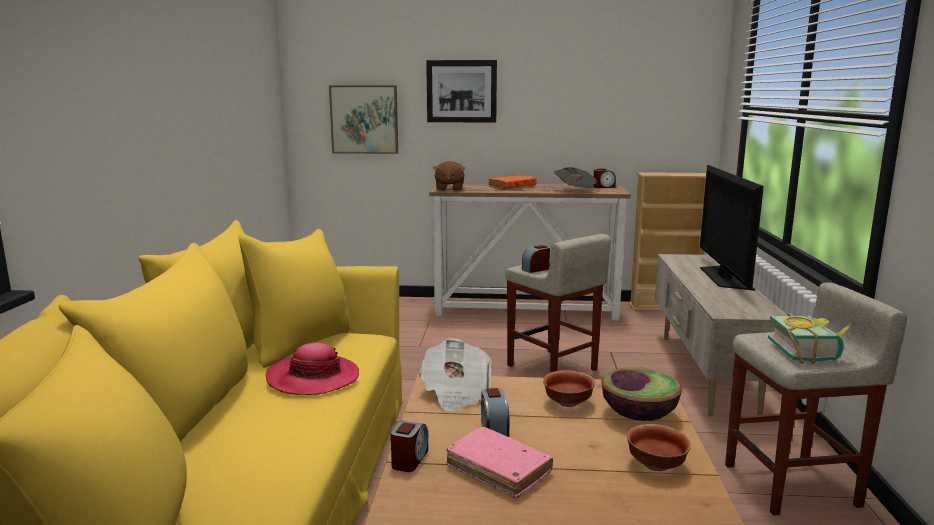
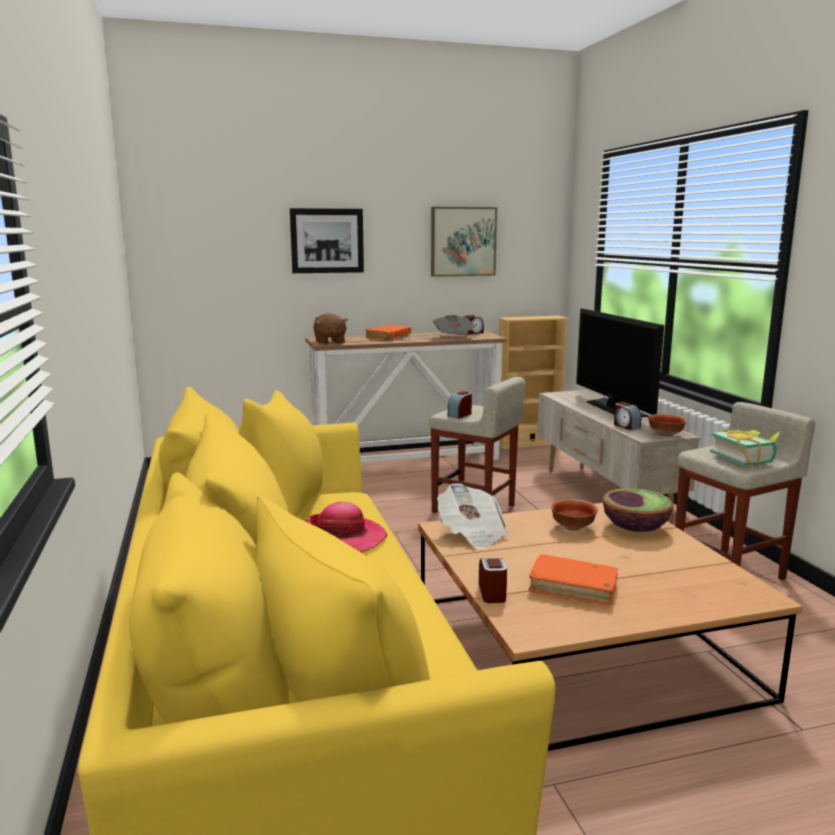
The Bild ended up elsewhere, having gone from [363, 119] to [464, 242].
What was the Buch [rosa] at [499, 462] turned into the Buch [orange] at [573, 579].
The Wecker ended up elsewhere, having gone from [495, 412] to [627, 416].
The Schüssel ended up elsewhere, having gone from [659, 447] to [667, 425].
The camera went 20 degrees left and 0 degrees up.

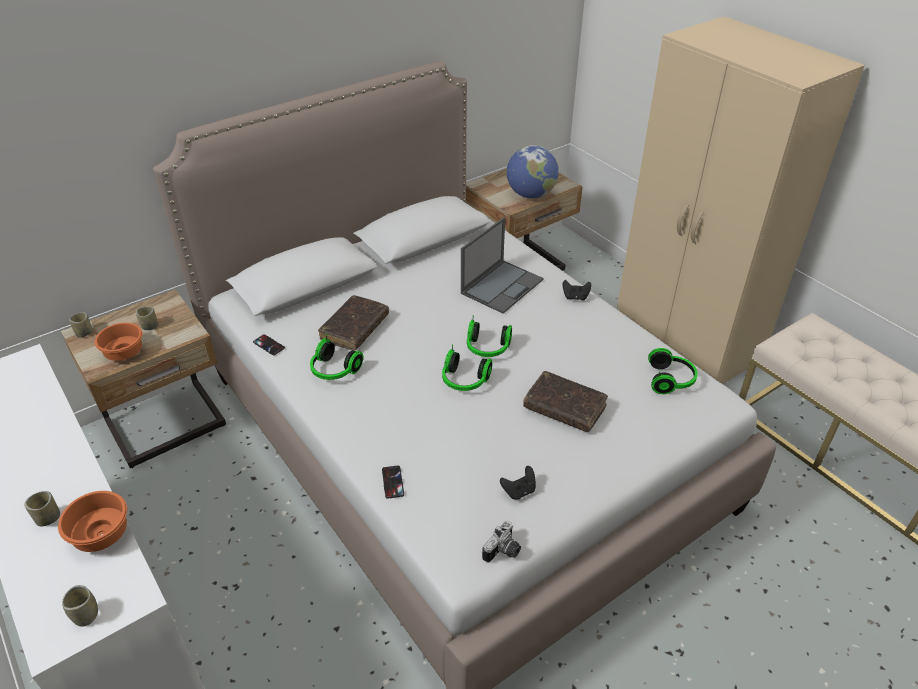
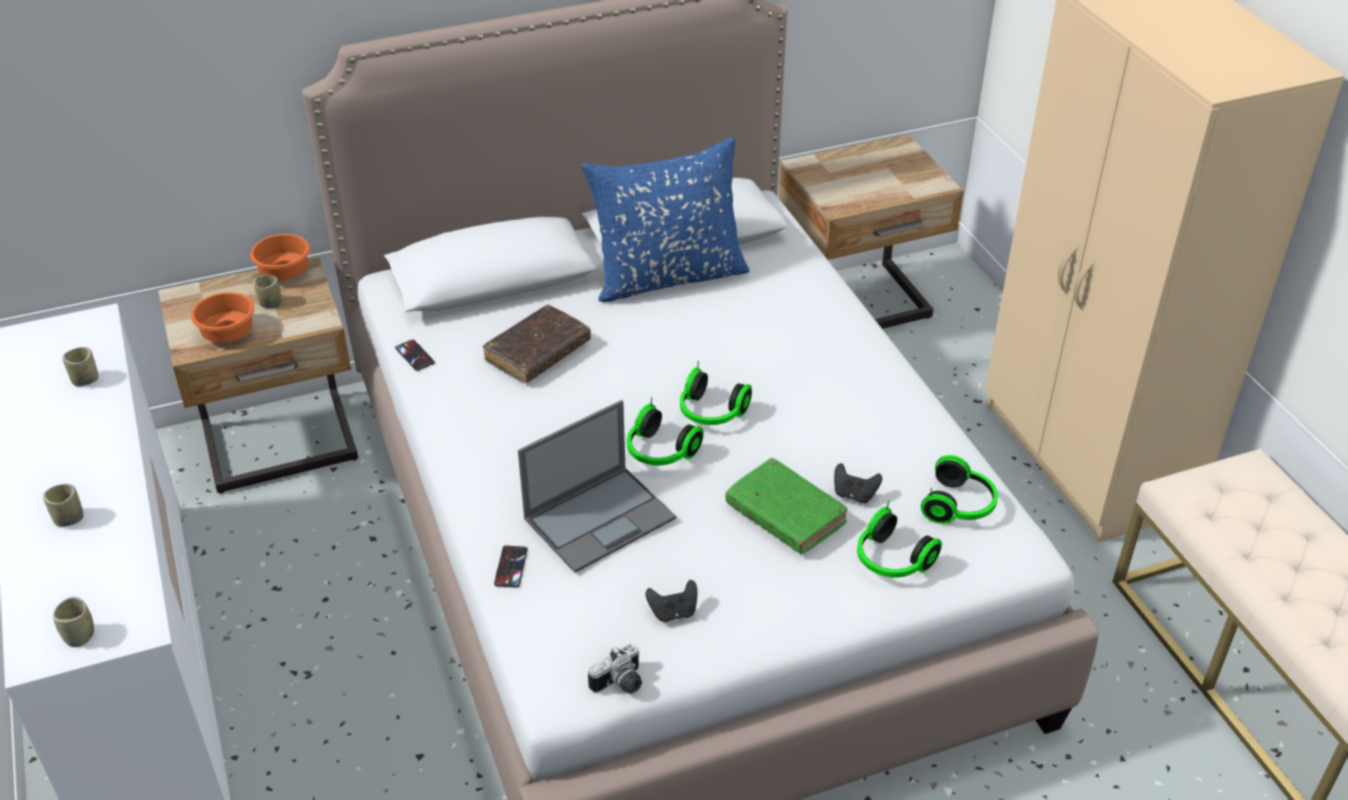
The Tasse ended up elsewhere, having gone from [81, 325] to [80, 367].
The Schüssel [orange] ended up elsewhere, having gone from [92, 521] to [280, 257].
The Laptop ended up elsewhere, having gone from [502, 265] to [597, 486].
The second view gained the Kissen [blau] at [665, 219].
What was the Buch [braun] at [565, 402] turned into the Buch [grün] at [787, 506].
The Gamepad [schwarz] ended up elsewhere, having gone from [577, 290] to [858, 483].
The Kopfhörer ended up elsewhere, having gone from [336, 357] to [899, 539].
The second view lost the Globus at [533, 171].
The camera went 15 degrees right and 0 degrees up.

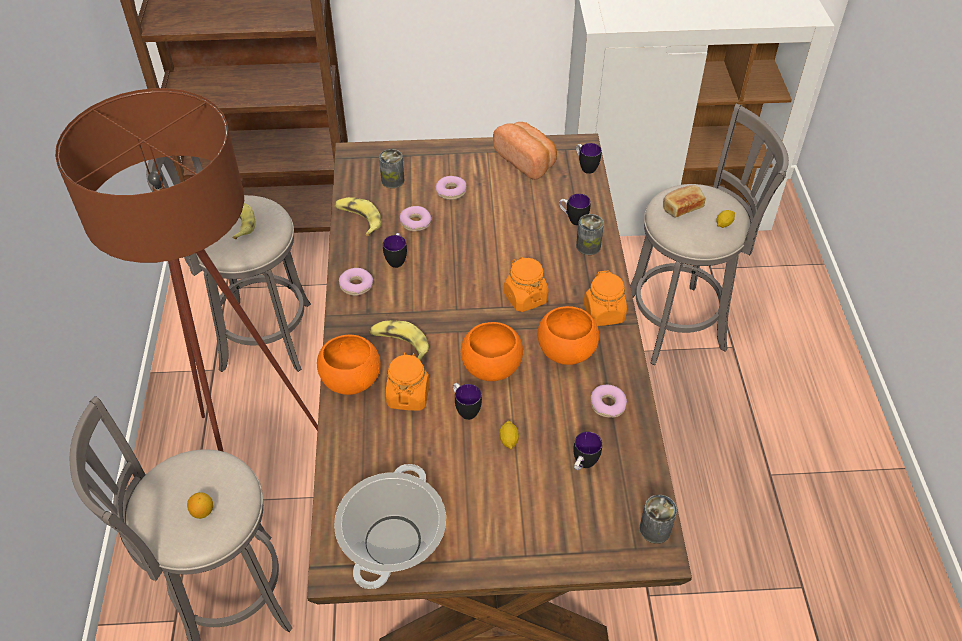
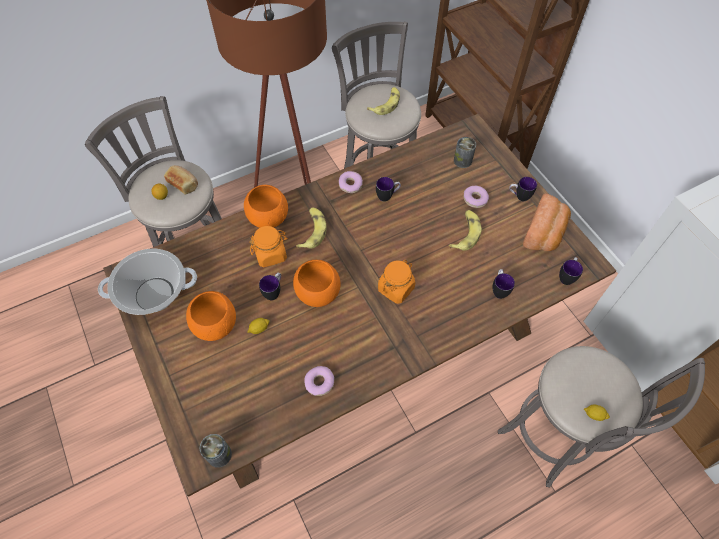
The Brot ended up elsewhere, having gone from [684, 201] to [181, 180].
The Schüssel [orange] ended up elsewhere, having gone from [568, 335] to [211, 316].
The Banane ended up elsewhere, having gone from [358, 216] to [465, 230].
The Henkelbecher ended up elsewhere, having gone from [587, 451] to [523, 189].
The second view lost the Donut at [415, 218].
The second view lost the Dose at [590, 234].
The second view lost the Vorratsglas [orange] at [605, 298].
The camera went 65 degrees right and 10 degrees up.

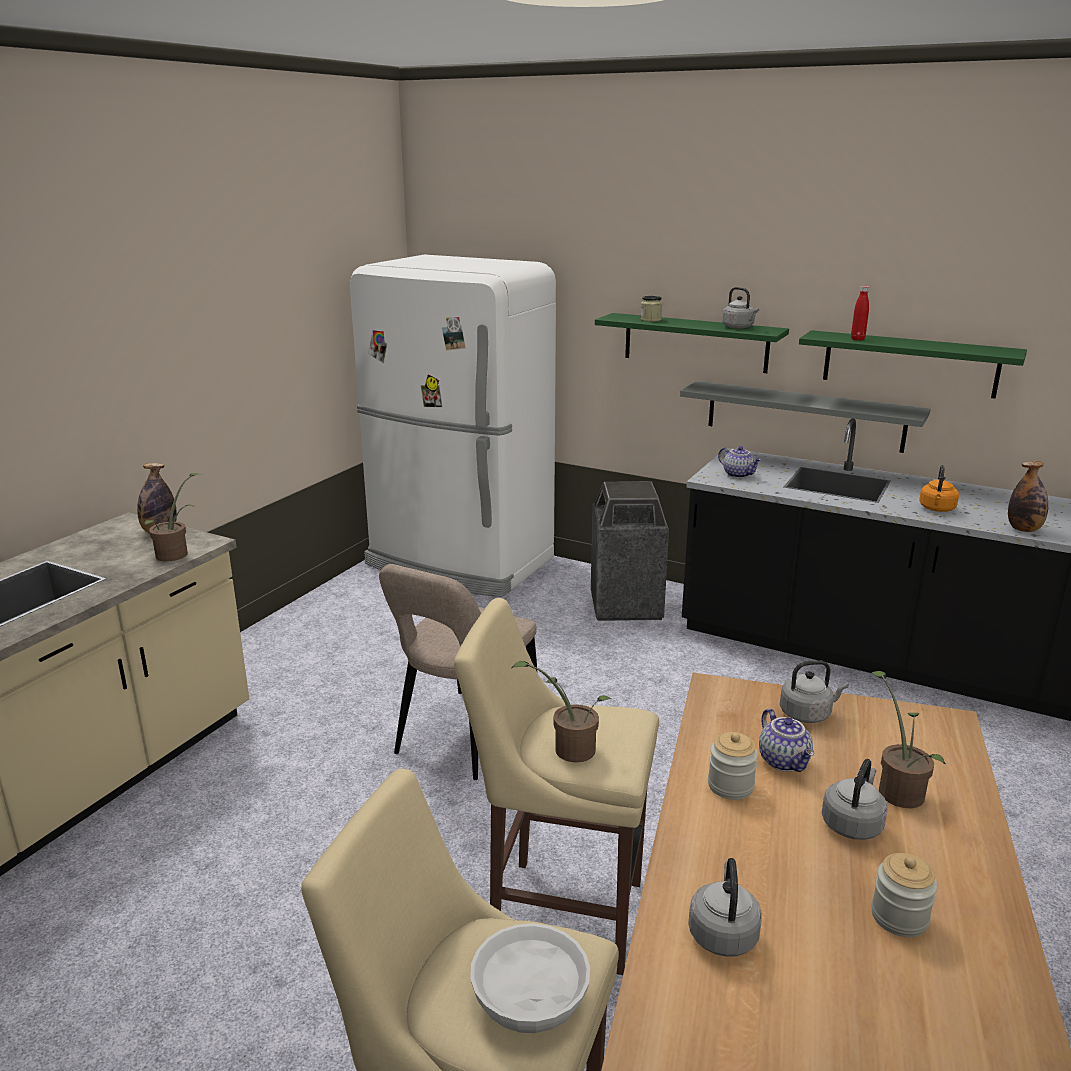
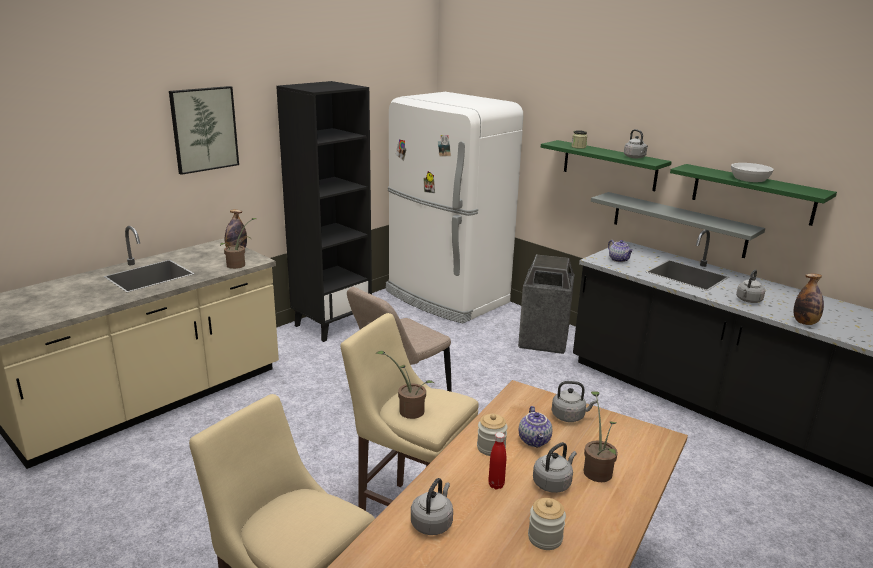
The second view gained the Bild at [204, 130].
The second view gained the Bücherregal [schwarz] at [324, 211].
The Flasche [rot] ended up elsewhere, having gone from [860, 313] to [497, 461].
The Schüssel [weiß] ended up elsewhere, having gone from [530, 978] to [752, 172].
What was the Wasserkessel [orange] at [939, 488] turned into the Wasserkessel [grau] at [750, 286].
The camera went 15 degrees right and 0 degrees up.

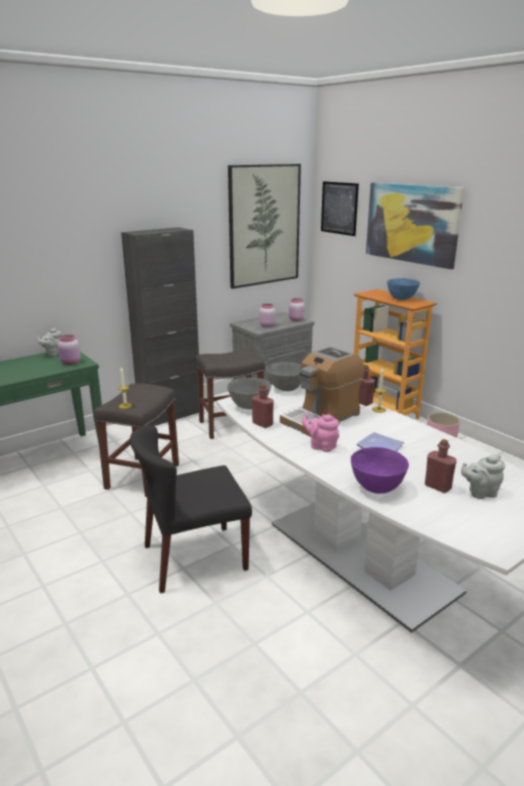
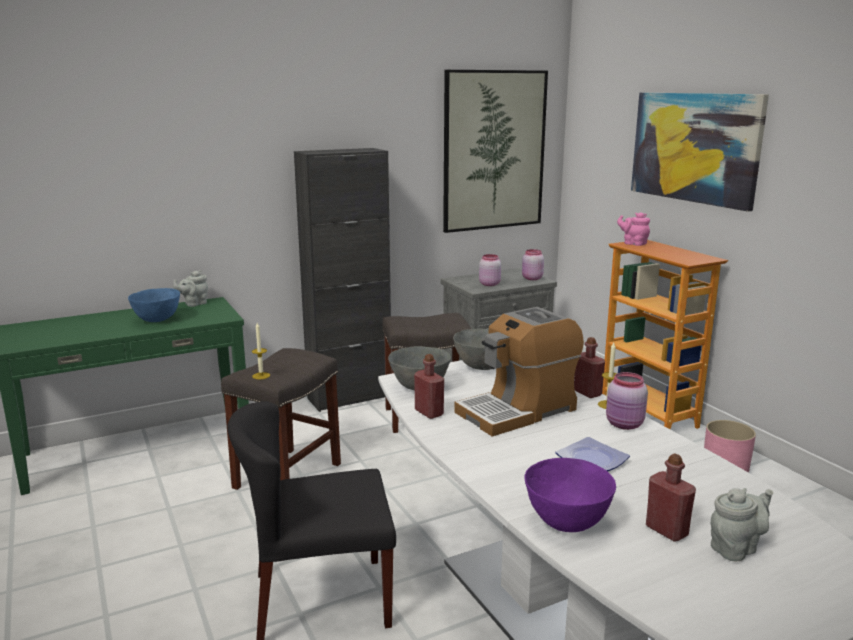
The Schüssel [blau] ended up elsewhere, having gone from [403, 289] to [154, 305].
The Vorratsglas [rosa] ended up elsewhere, having gone from [69, 350] to [627, 401].
The Teekanne [rosa] ended up elsewhere, having gone from [320, 433] to [633, 229].
The Teekanne [grau] at [483, 477] ended up facing another way, 150 degrees clockwise from before.
The second view lost the Bild at [340, 208].
The camera went 10 degrees right and 5 degrees down.

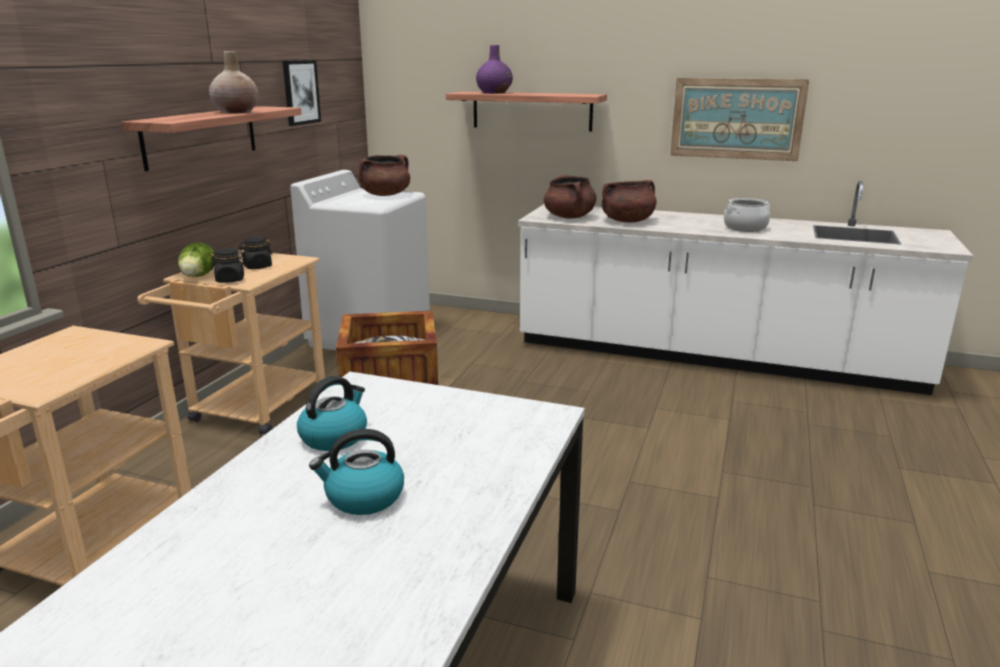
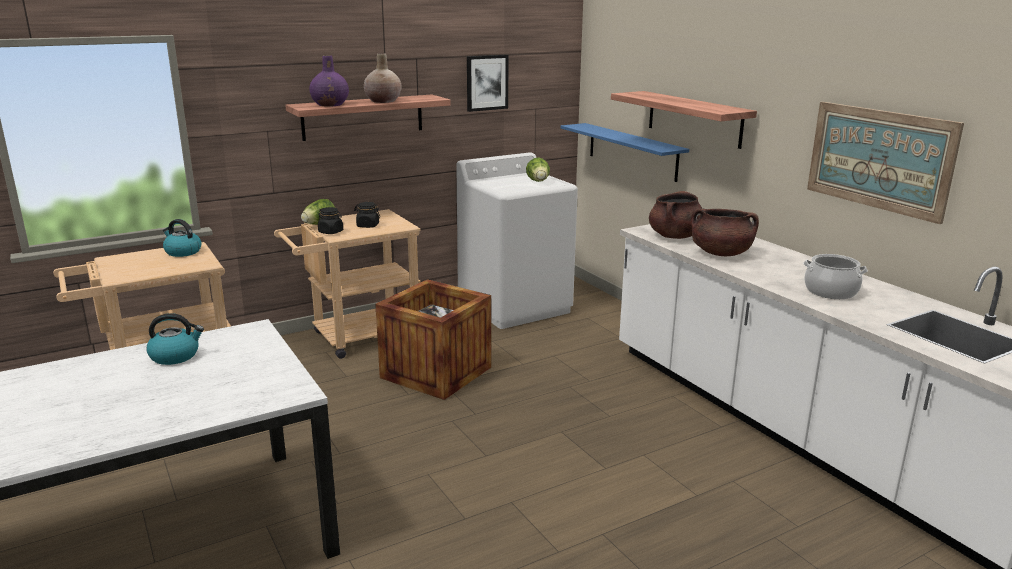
The Wasserkessel ended up elsewhere, having gone from [356, 472] to [182, 238].
The Vase [lila] ended up elsewhere, having gone from [494, 69] to [329, 81].
Where the Kochtopf [braun] stood at [384, 175], the Salatkopf came to stand at [538, 170].
The second view gained the Wandregal [blau] at [624, 152].
The camera went 40 degrees right and 0 degrees up.

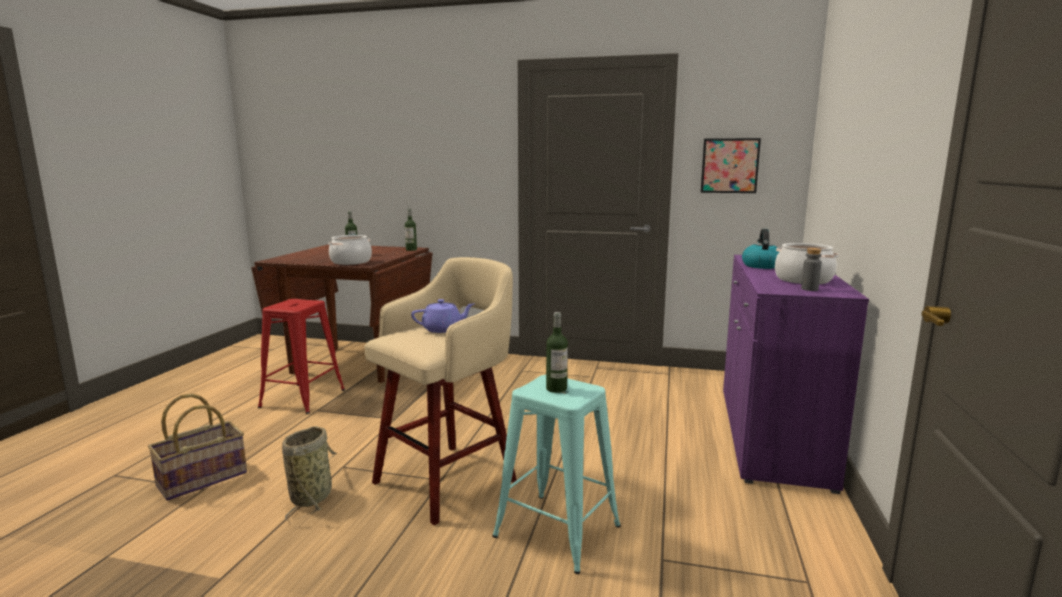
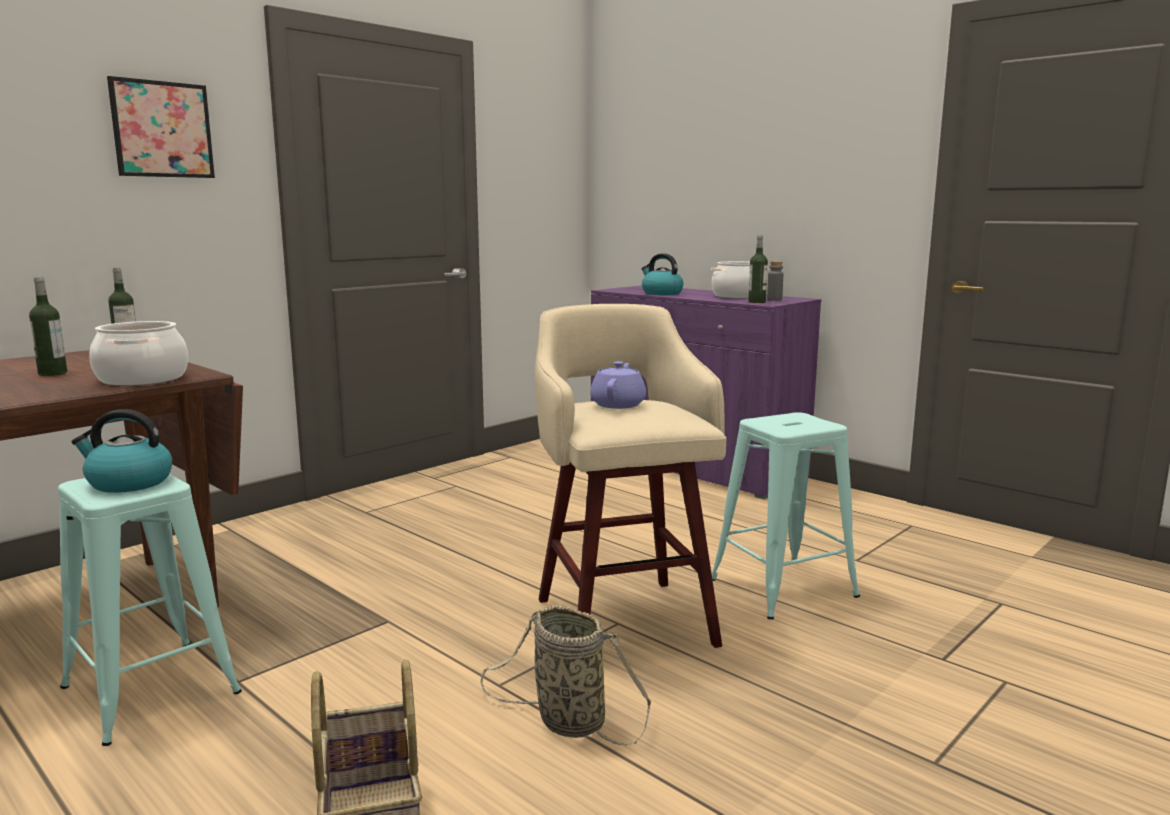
What was the Hocker [rot] at [301, 356] turned into the Hocker [türkis] at [150, 610].
The second view gained the Wasserkessel at [121, 451].
The Bild ended up elsewhere, having gone from [731, 165] to [161, 127].
The Flasche ended up elsewhere, having gone from [557, 352] to [758, 269].
The camera went 60 degrees left and 0 degrees up.

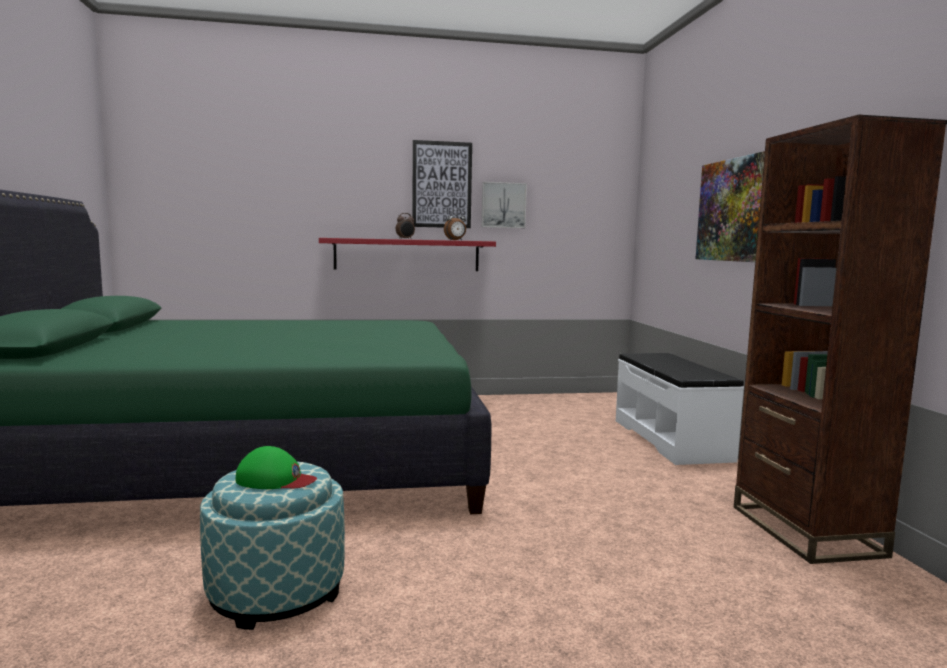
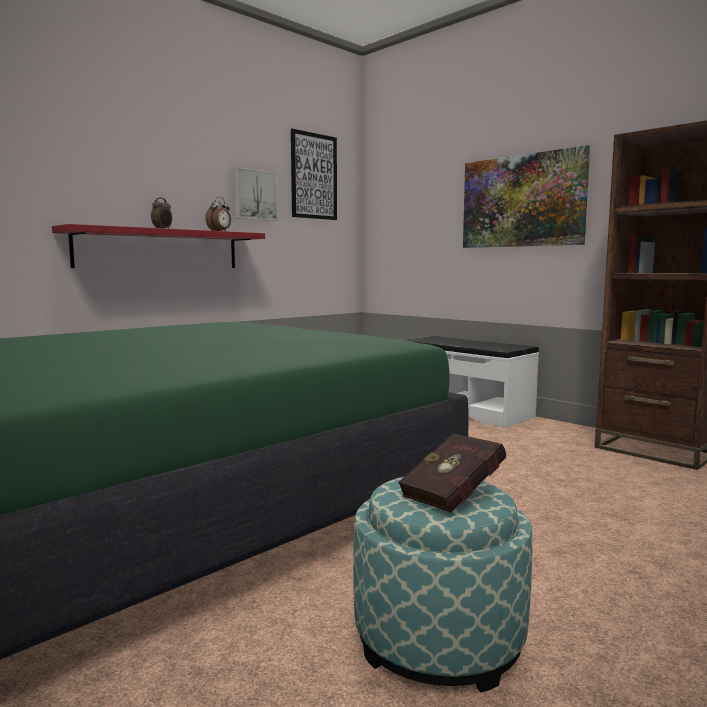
The Bild ended up elsewhere, having gone from [442, 184] to [314, 174].
Where the Kappe [grün] stood at [276, 467], the Buch [rot] came to stand at [452, 472].
The camera went 35 degrees left and 0 degrees up.

